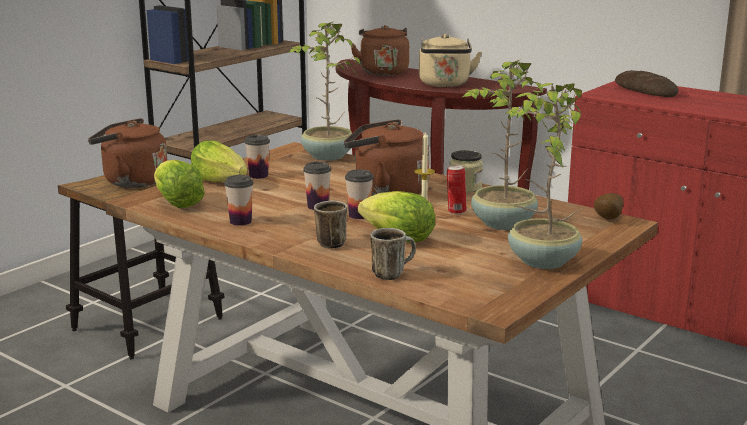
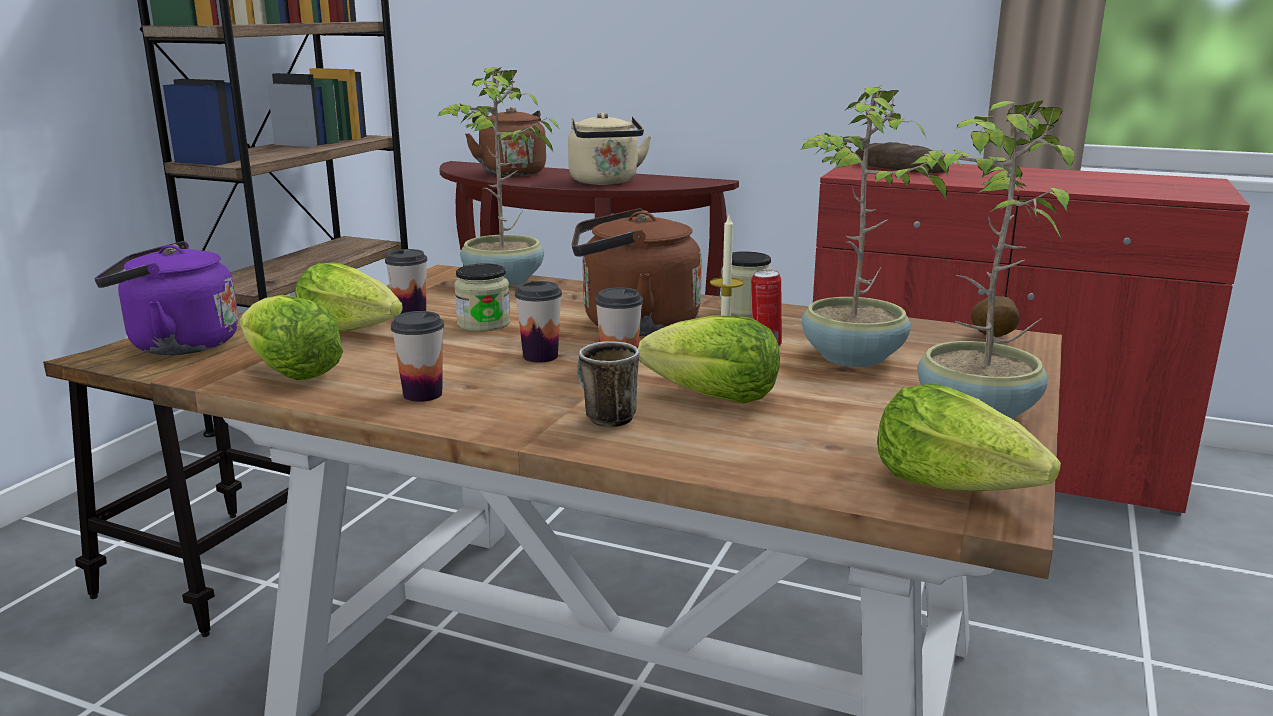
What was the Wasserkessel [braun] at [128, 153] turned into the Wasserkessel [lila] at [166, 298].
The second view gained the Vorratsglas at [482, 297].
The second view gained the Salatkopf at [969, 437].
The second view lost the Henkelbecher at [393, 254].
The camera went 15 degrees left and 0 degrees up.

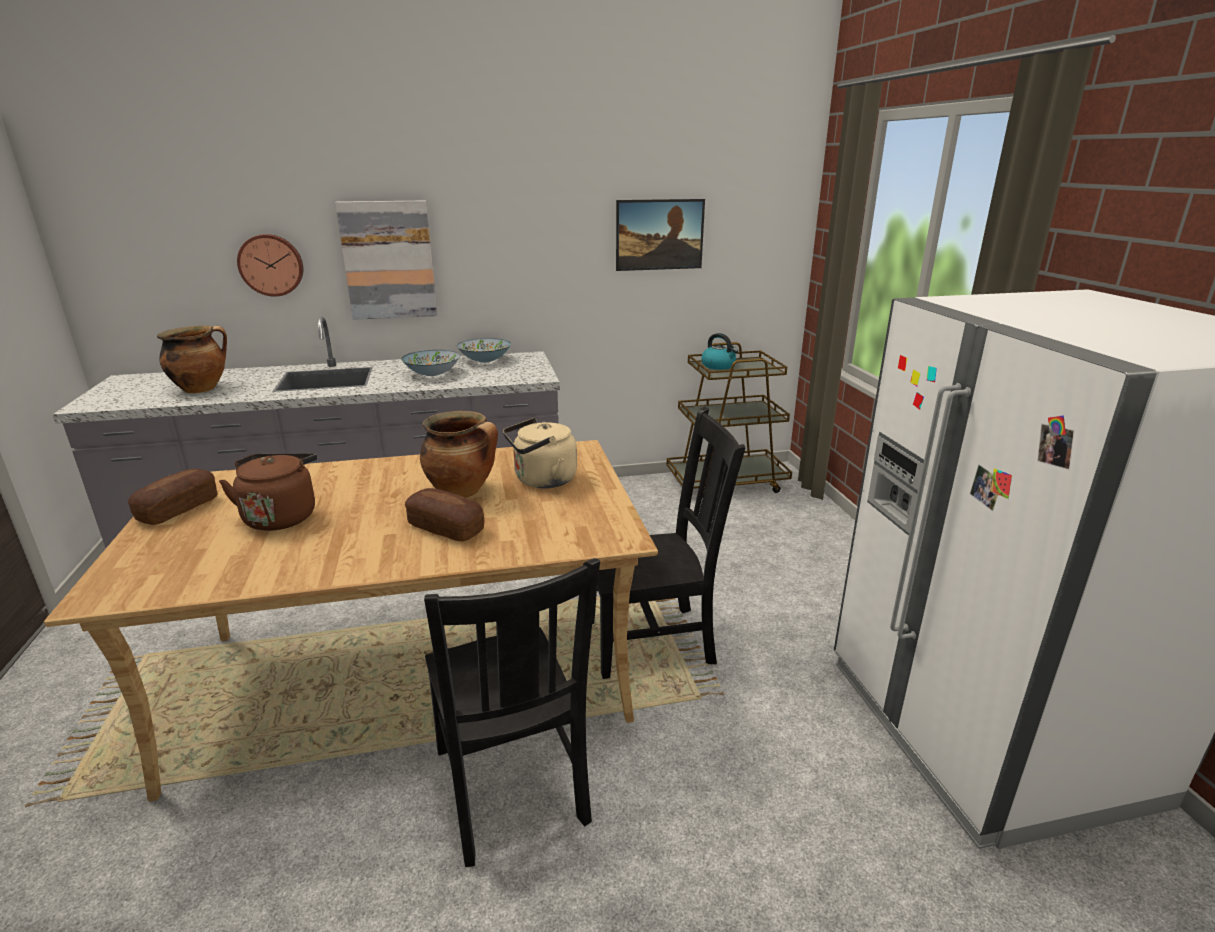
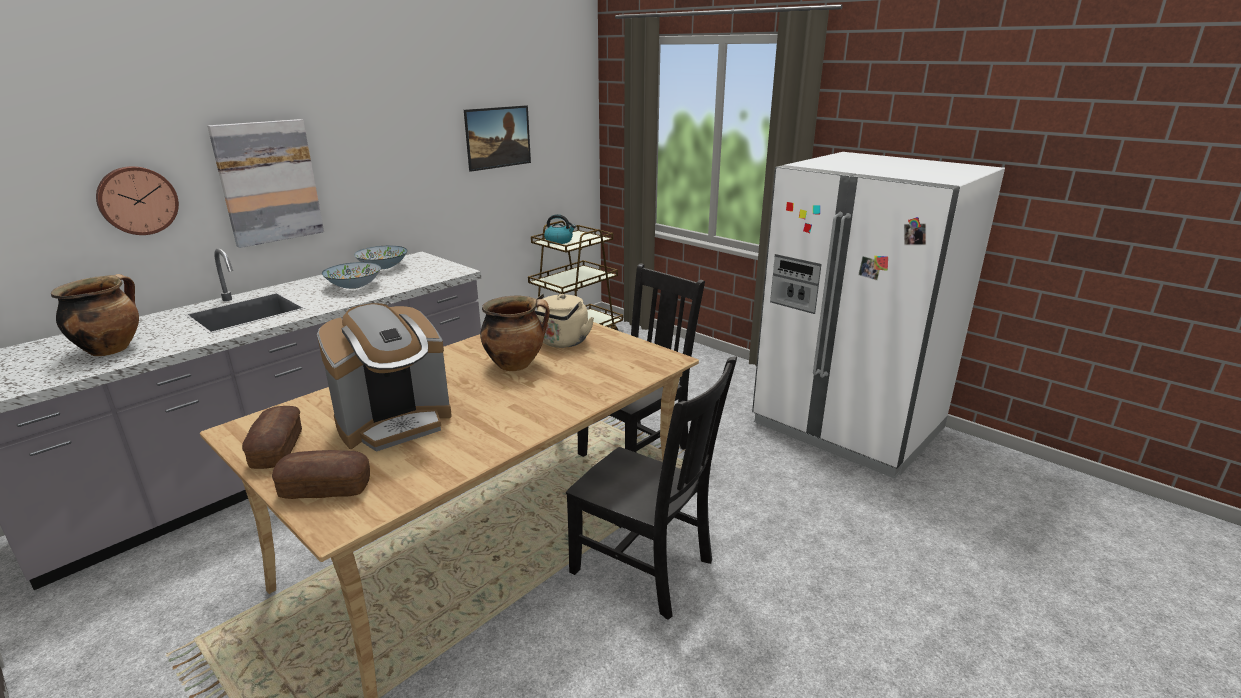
The Brot ended up elsewhere, having gone from [444, 515] to [321, 474].
Where the Wasserkessel [braun] stood at [268, 492], the Kaffeemaschine came to stand at [384, 377].
The camera went 35 degrees left and 0 degrees up.

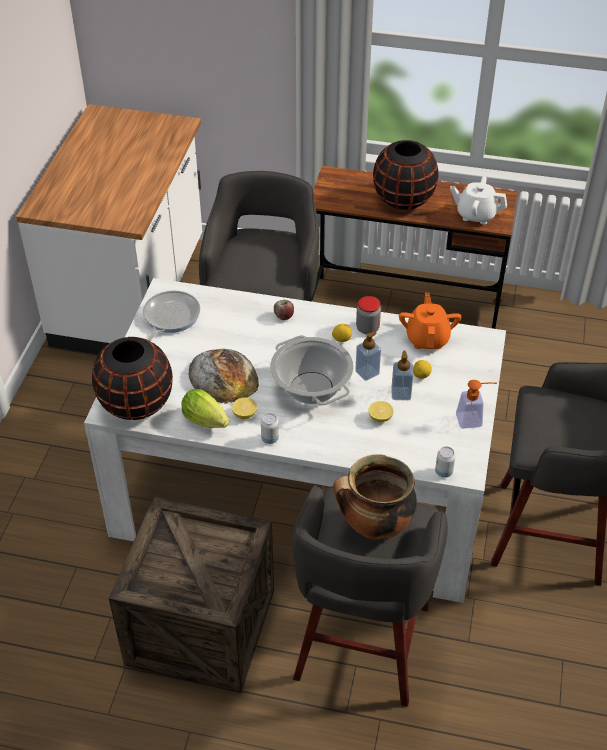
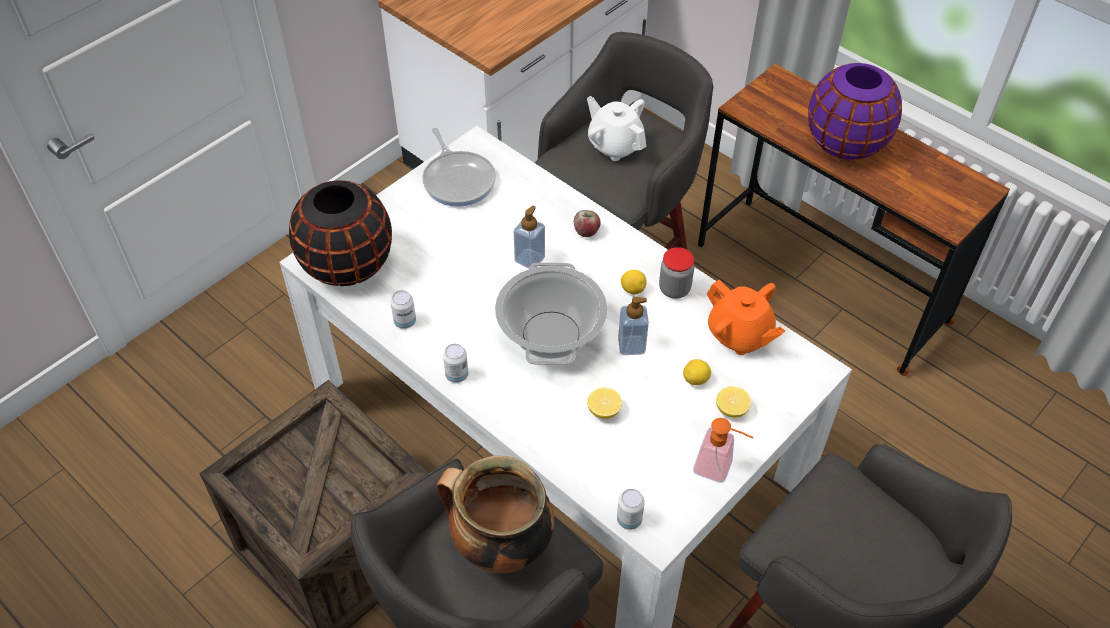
Where the Salatkopf stood at [205, 408], the Dose came to stand at [403, 309].
The Pfanne at [171, 316] ended up facing another way, 105 degrees clockwise from before.
The Seifenspender ended up elsewhere, having gone from [402, 375] to [529, 236].
The Teekanne [weiß] ended up elsewhere, having gone from [478, 200] to [616, 128].
The Teekanne [orange] at [430, 321] ended up facing another way, 105 degrees clockwise from before.
The Zitrone ended up elsewhere, having gone from [244, 408] to [733, 402].
What was the Vase [schwarz] at [405, 175] turned into the Vase [lila] at [855, 111].
The second view lost the Brot at [223, 376].
The camera went 30 degrees right and 5 degrees up.

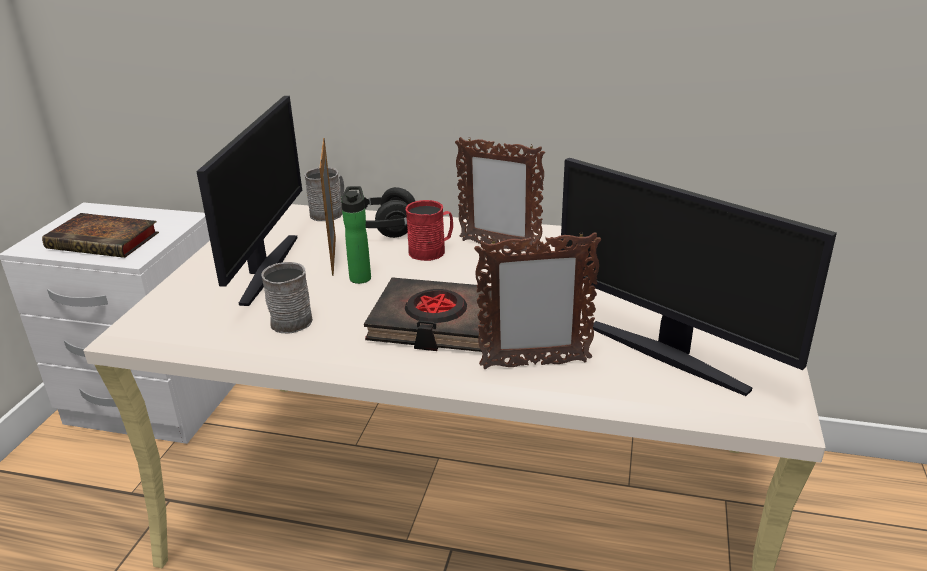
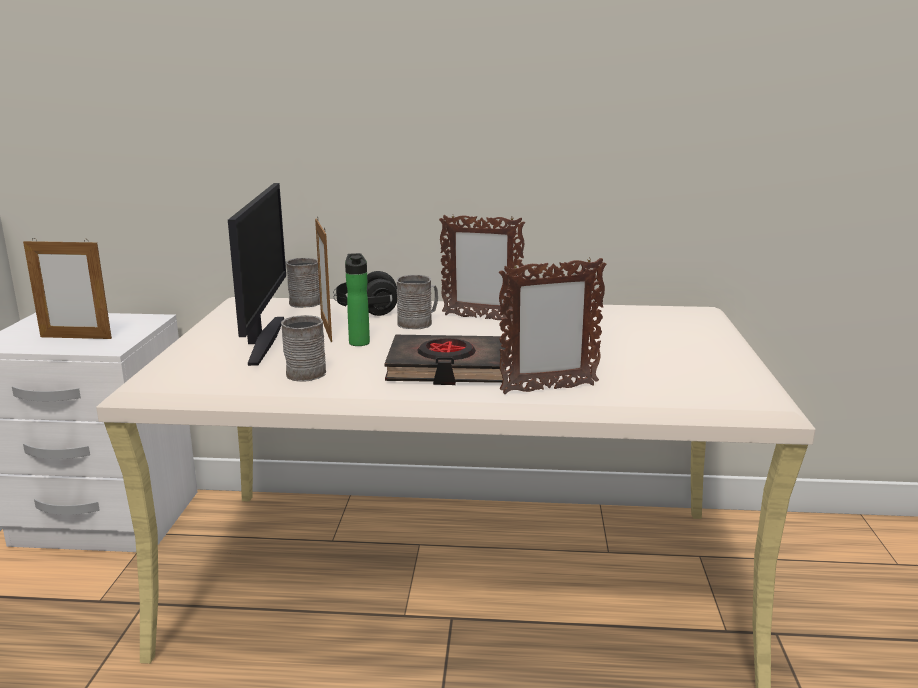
Where the Buch stood at [100, 235], the Bilderrahmen came to stand at [67, 288].
What was the Henkelbecher [rot] at [429, 230] turned into the Henkelbecher [grau] at [417, 302].
The second view lost the Monitor at [699, 277].
The camera went 10 degrees left and 10 degrees down.

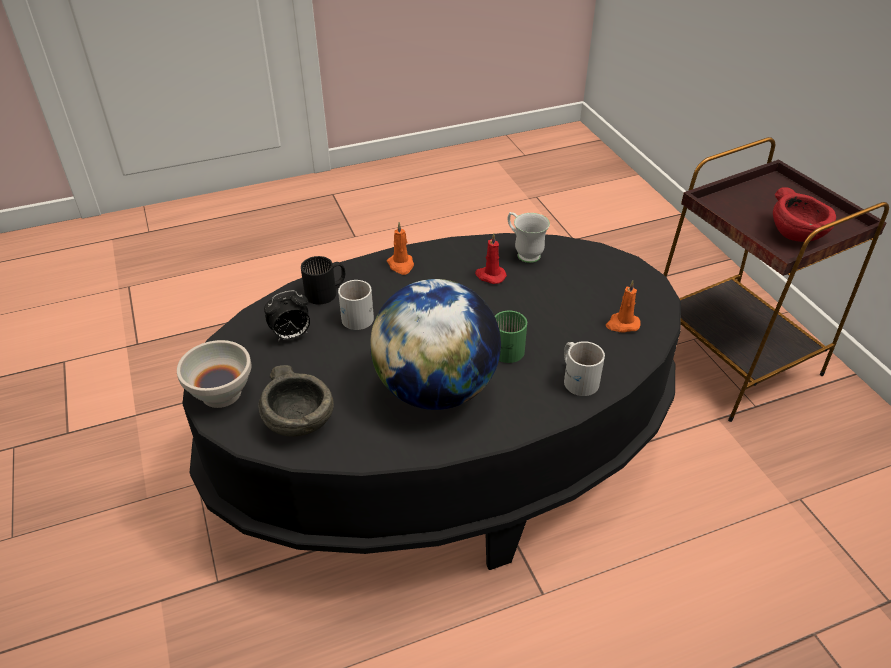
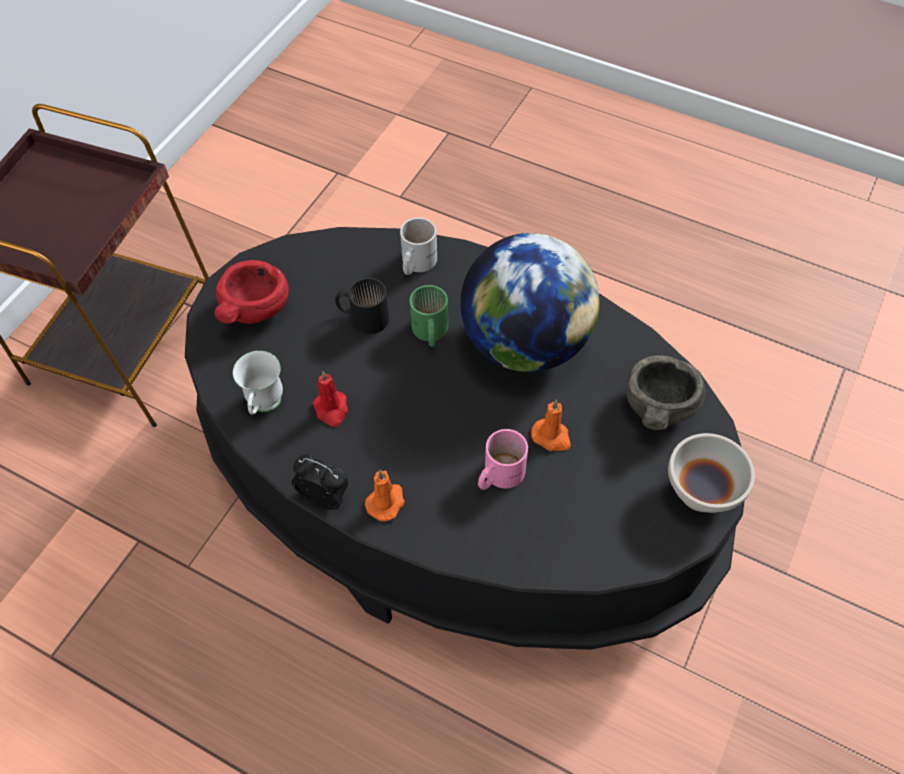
The Schüssel [rot] ended up elsewhere, having gone from [804, 214] to [252, 292].
The Wecker ended up elsewhere, having gone from [287, 316] to [320, 482].
The Henkelbecher [schwarz] ended up elsewhere, having gone from [323, 280] to [362, 306].
What was the Henkelbecher [weiß] at [356, 305] turned into the Henkelbecher [rosa] at [503, 459].
The Kerze [orange] ended up elsewhere, having gone from [623, 306] to [551, 425].
The camera went 130 degrees left and 15 degrees up.

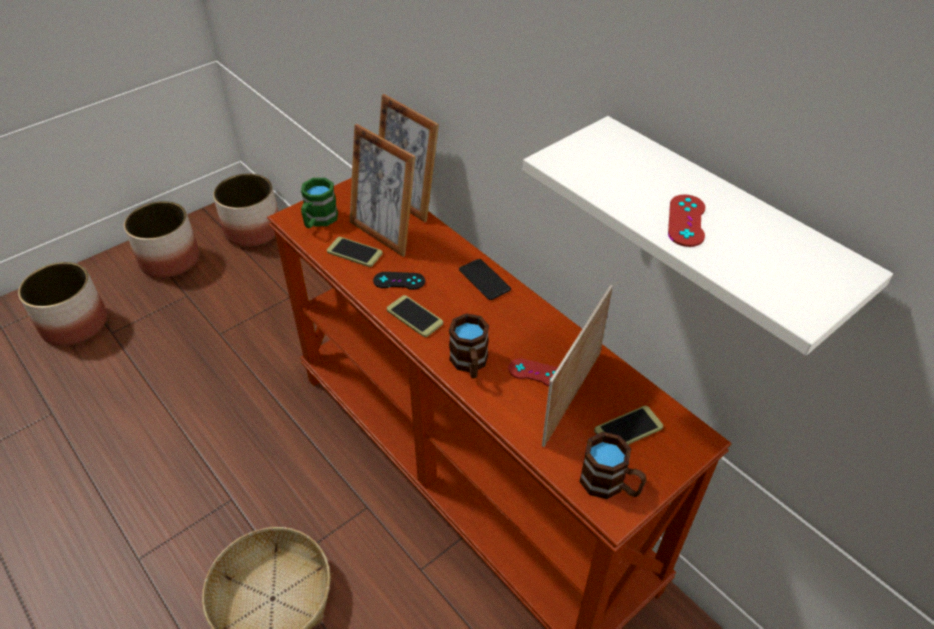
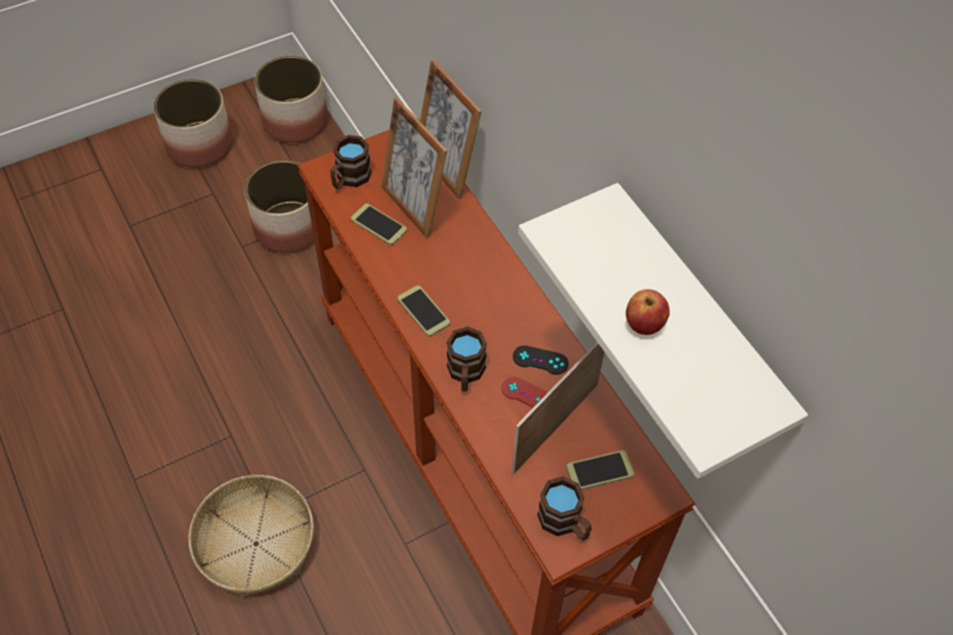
The Pflanzkübel ended up elsewhere, having gone from [62, 304] to [279, 206].
What was the Henkelbecher [grün] at [319, 203] turned into the Henkelbecher [braun] at [350, 162].
The Gamepad [schwarz] ended up elsewhere, having gone from [399, 281] to [541, 360].
Where the Gamepad [rot] stood at [686, 220], the Apfel came to stand at [648, 312].
The second view lost the Handy at [485, 279].
The camera went 10 degrees right and 10 degrees up.

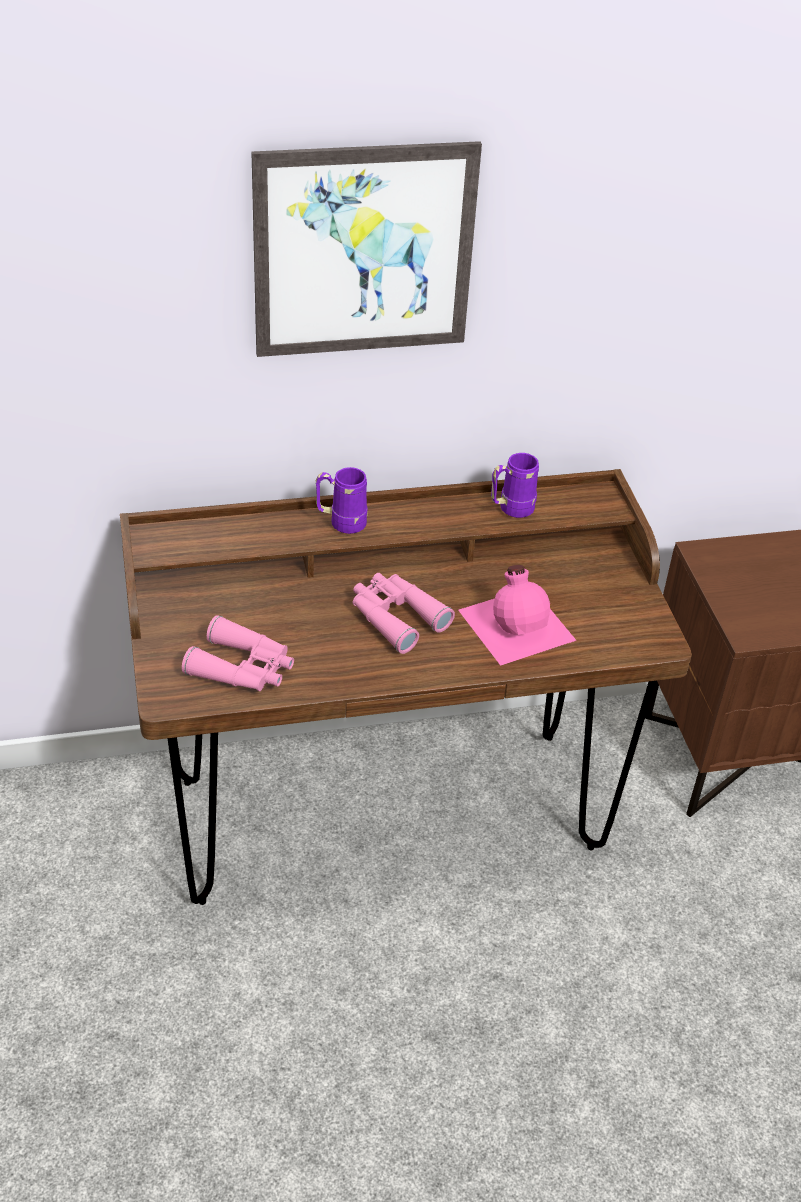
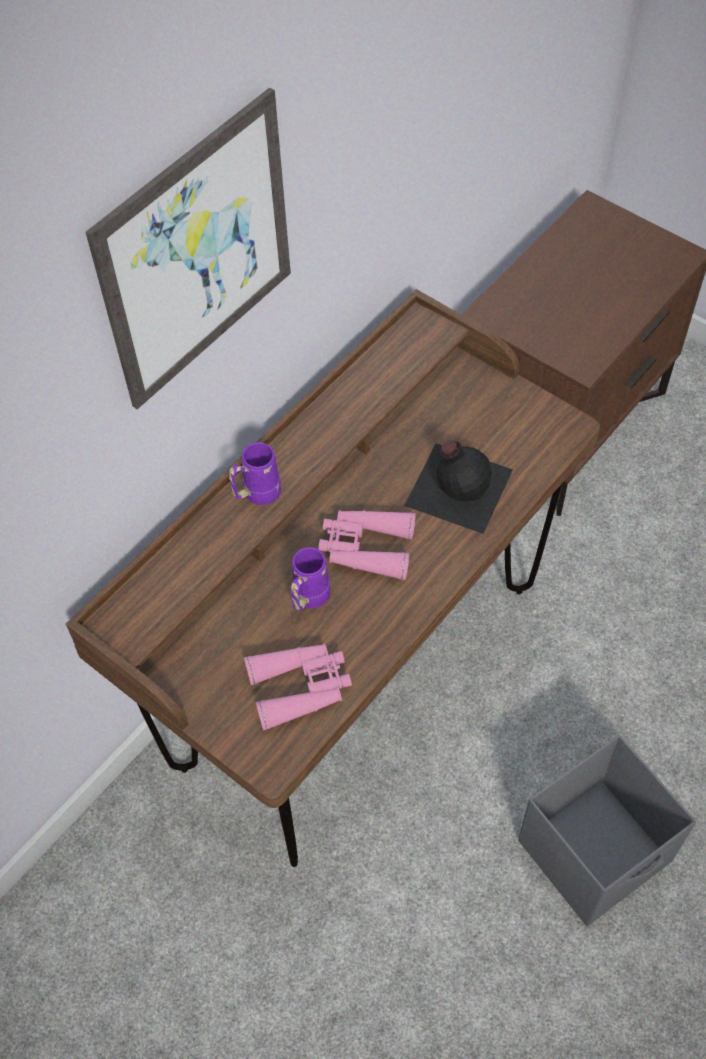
The Henkelbecher [lila] ended up elsewhere, having gone from [515, 485] to [310, 579].
What was the Flasche [rosa] at [517, 615] turned into the Flasche [schwarz] at [458, 487].
The second view gained the Aufbewahrungsbox [grau] at [607, 830].
The camera went 35 degrees left and 15 degrees up.

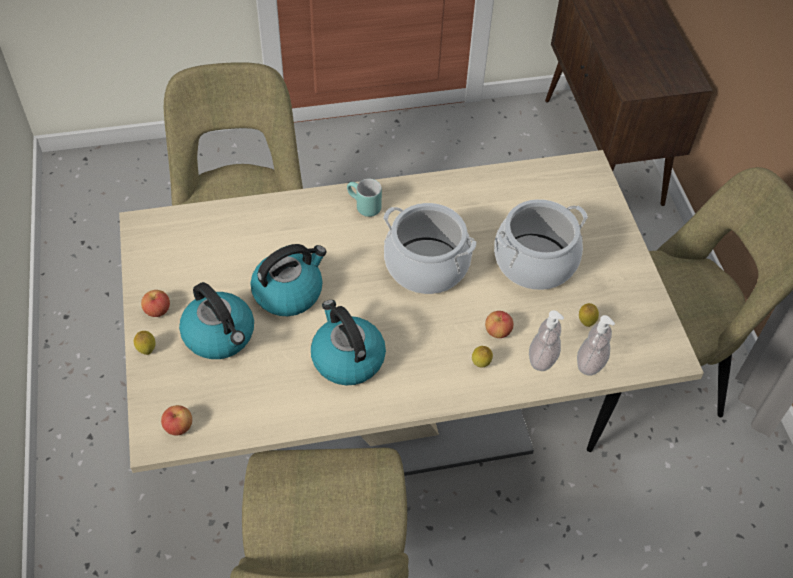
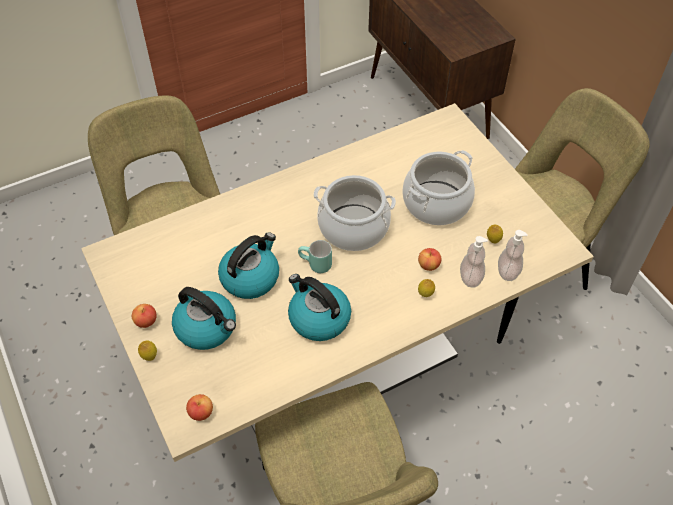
The Henkelbecher [türkis] ended up elsewhere, having gone from [364, 198] to [315, 256].
The camera went 15 degrees left and 0 degrees up.

